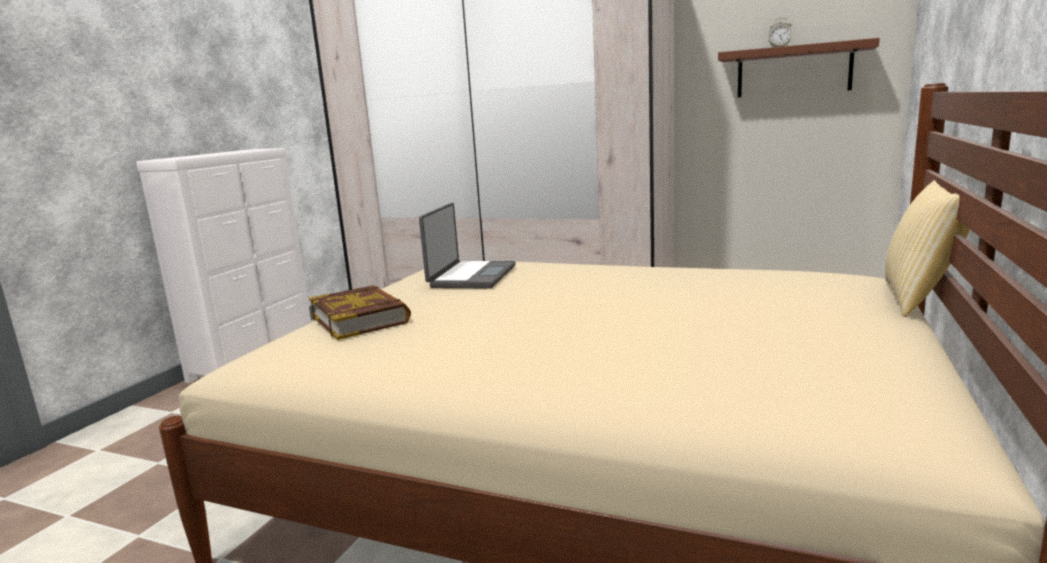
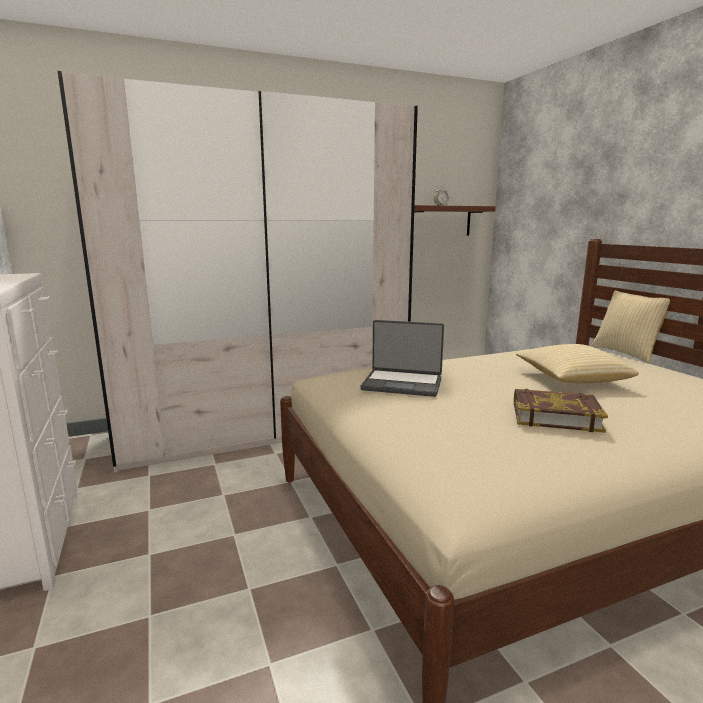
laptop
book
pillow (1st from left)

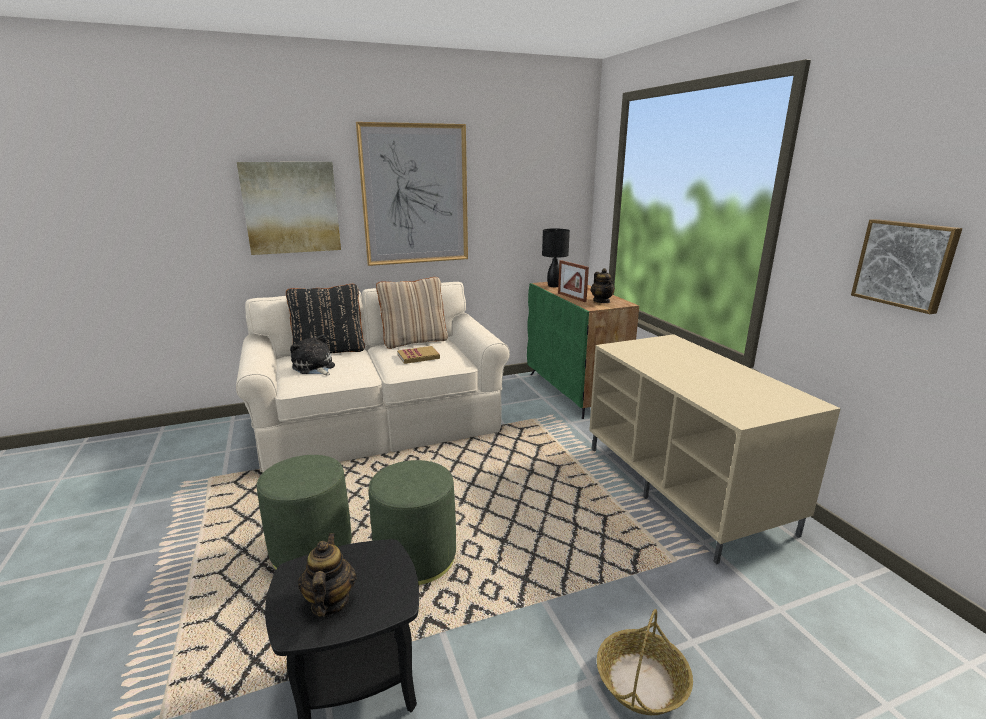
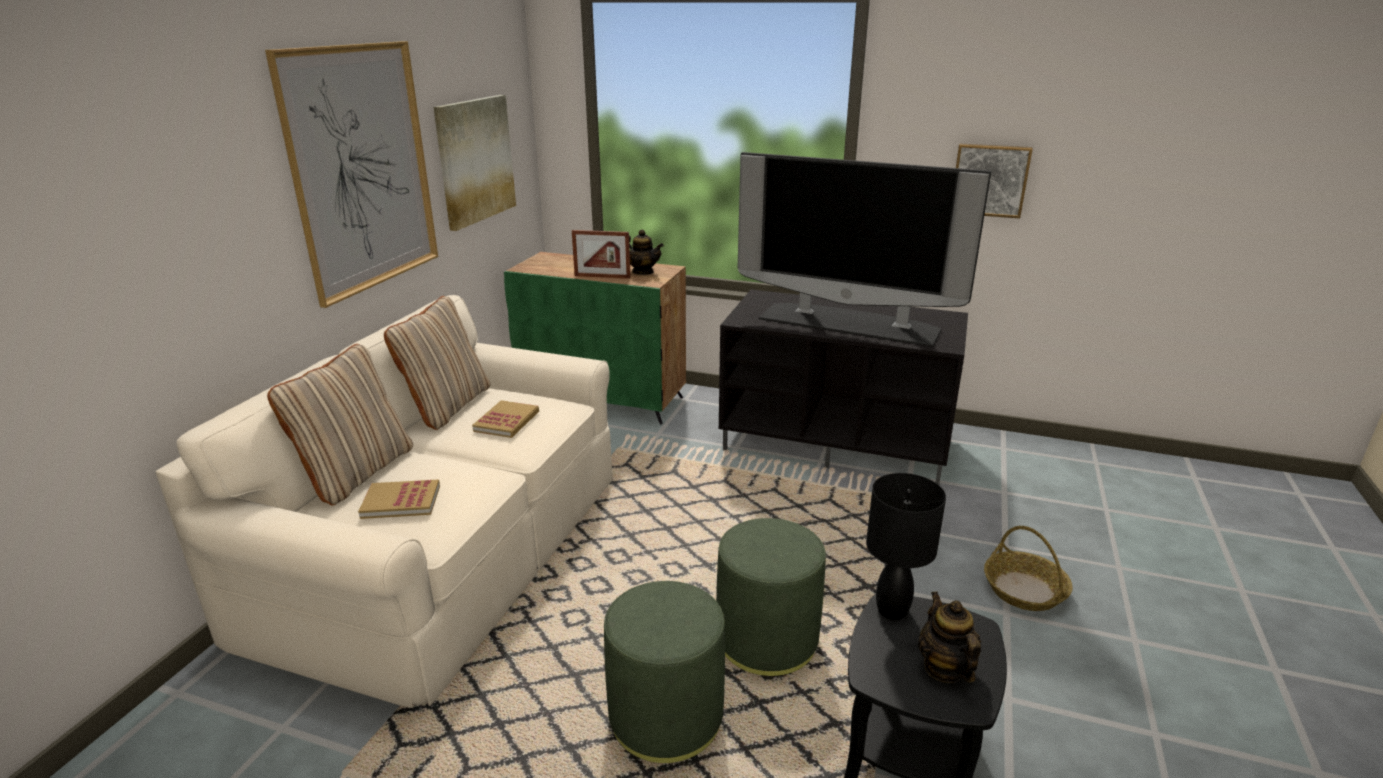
picture (2nd from left)
black table lamp
beige pillow (1st from left)
book (1st from left)
black tv stand
teapot (2nd from left)
television

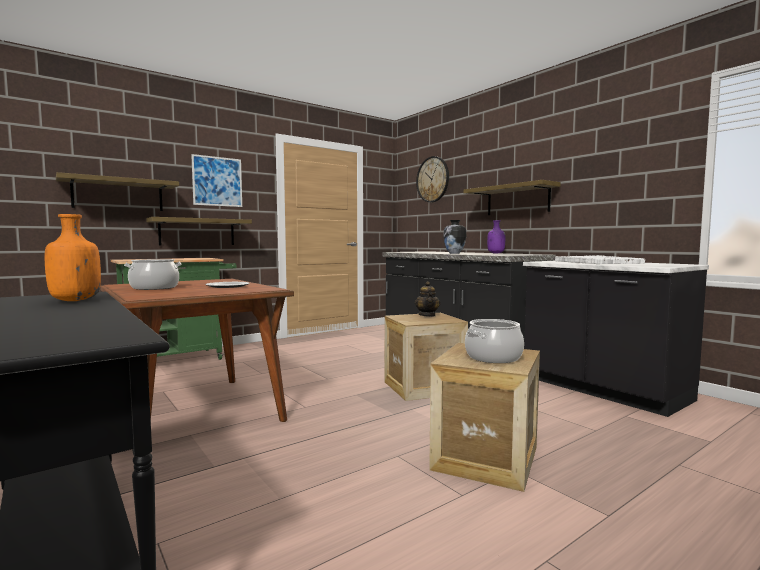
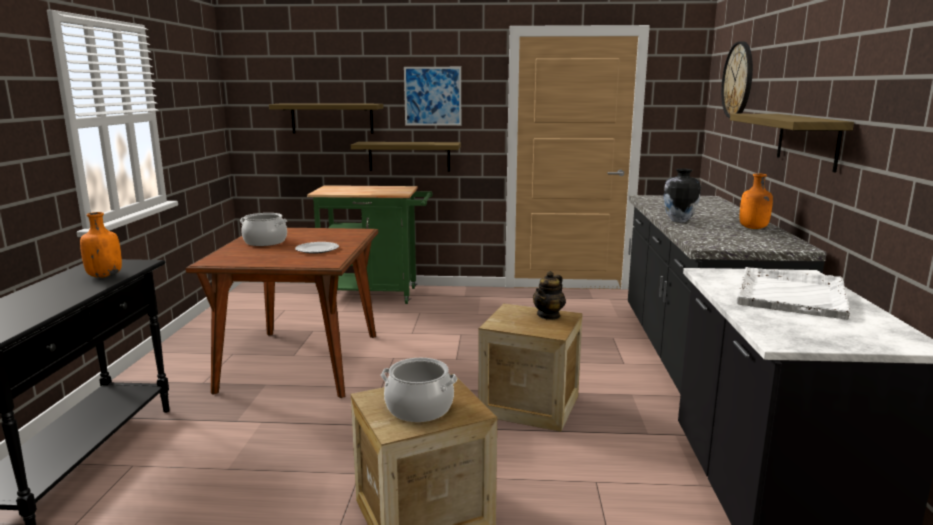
orange bottle (2nd from left)

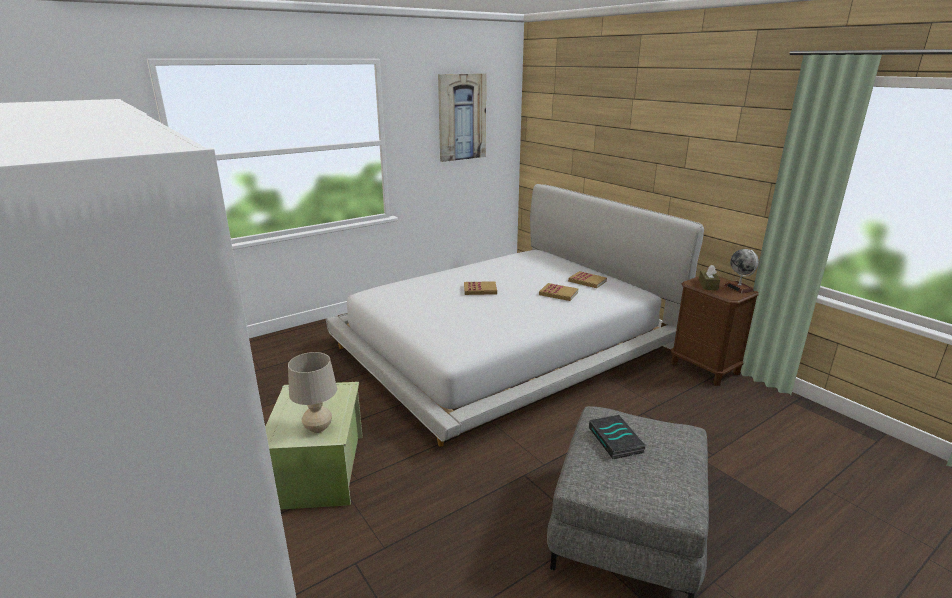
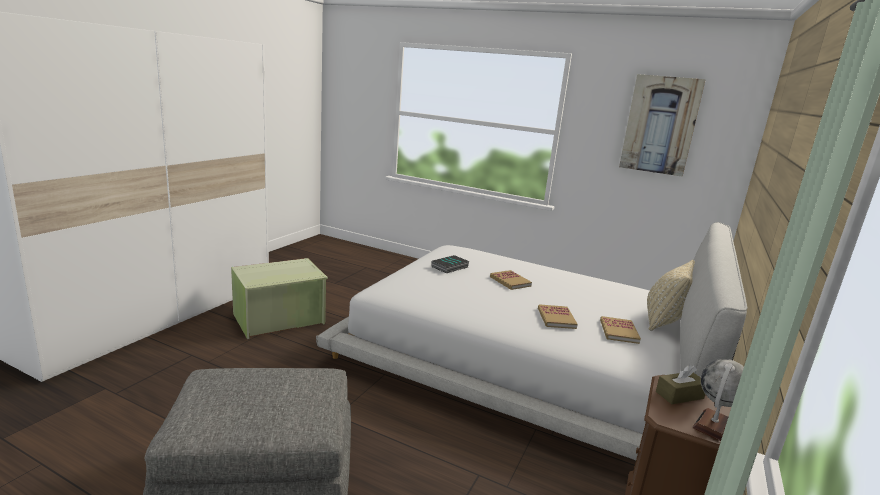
beige table lamp
book (1st from left)
beige pillow

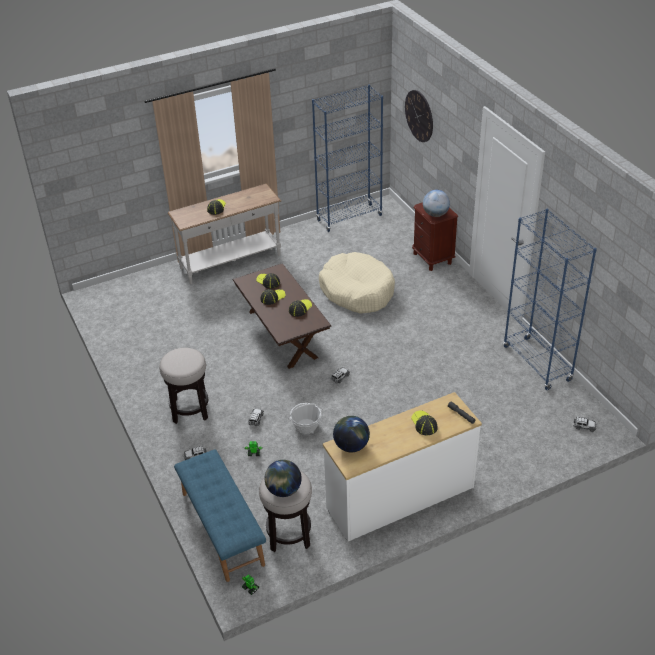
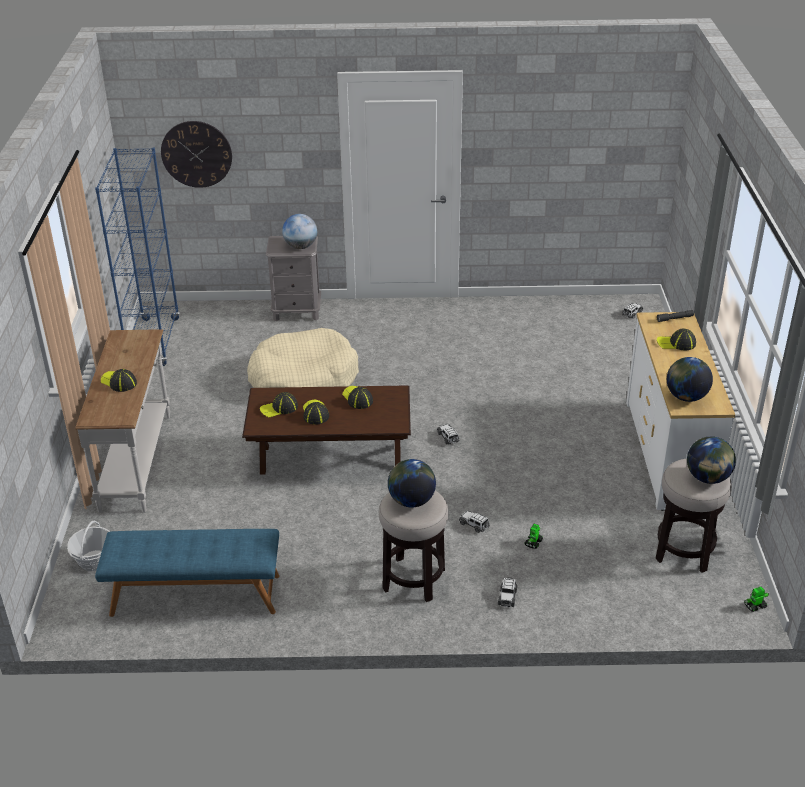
grey nightstand
blue bookcase (2nd from left in the first image)
basket
blue bench
globe (2nd from left)

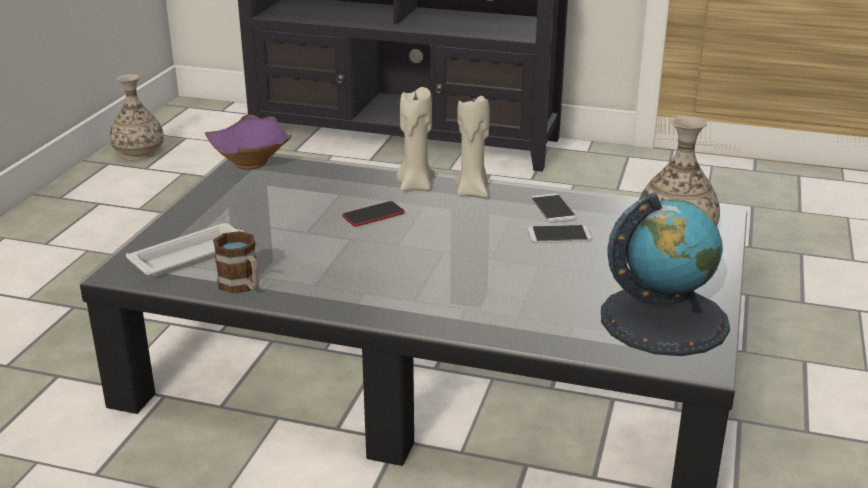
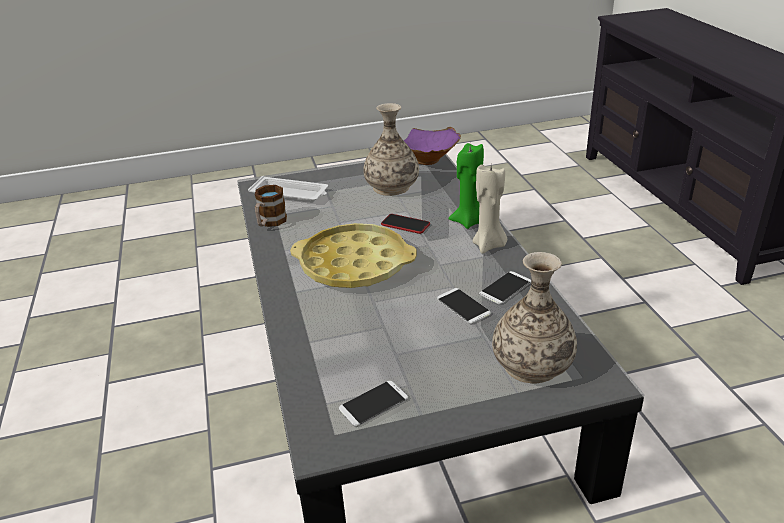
vase (1st from left)
green candle
phone (1st from left)
yellow tray

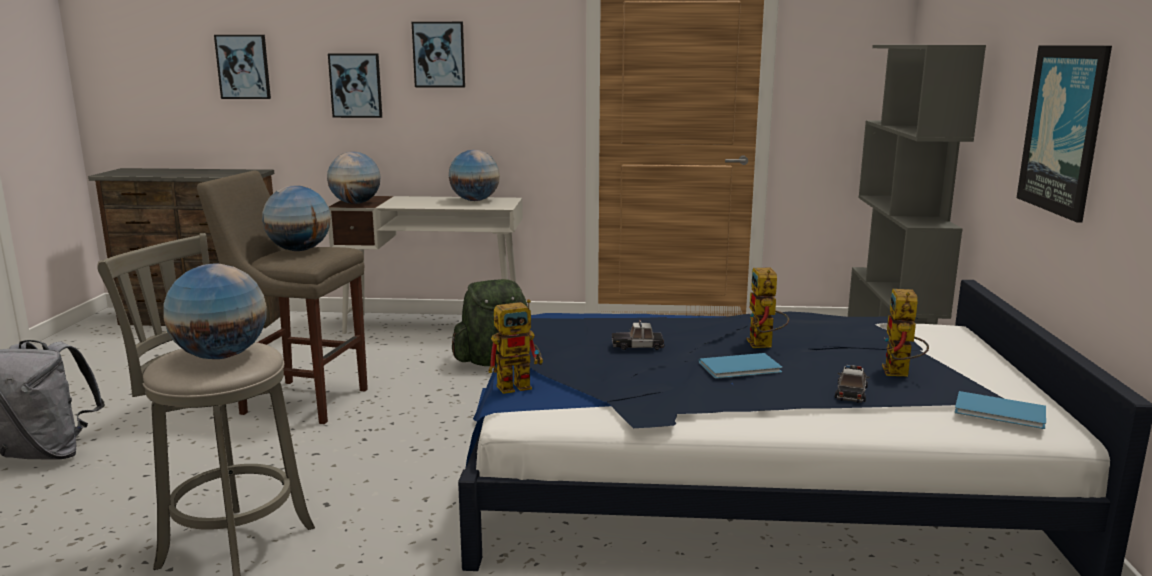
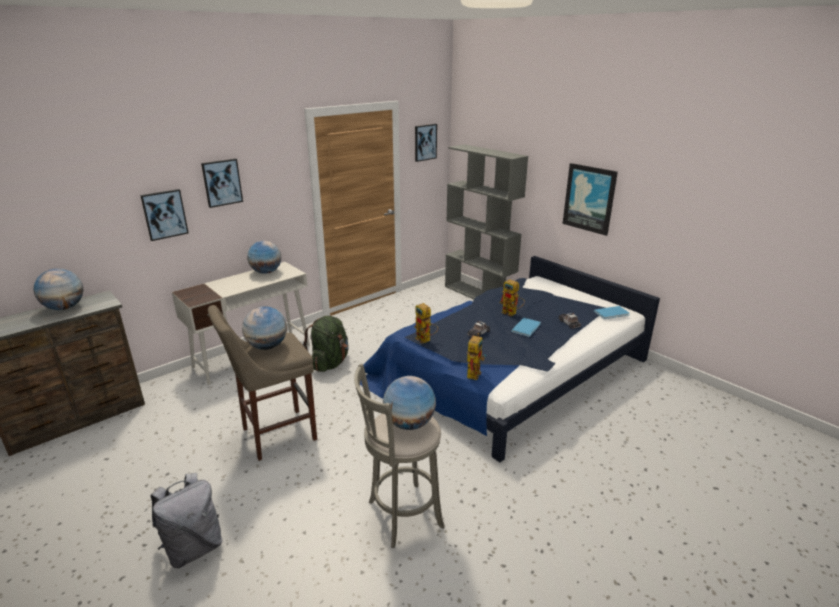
picture (3rd from left)
globe (1st from left)
toy robot (1st from left)

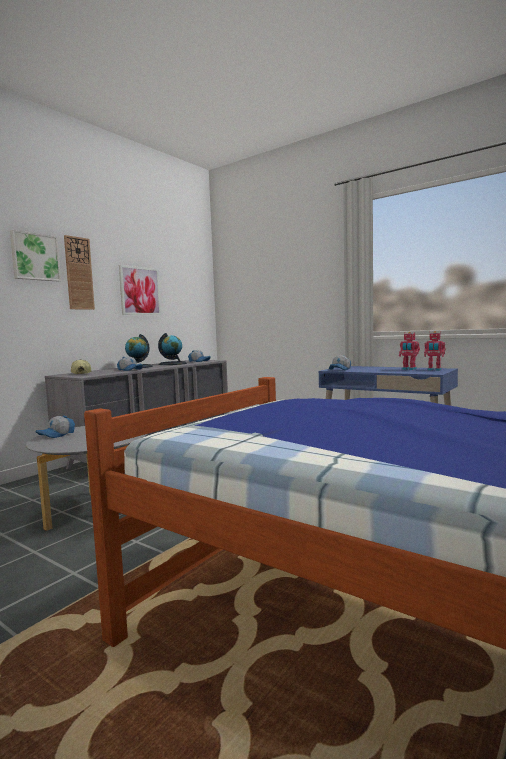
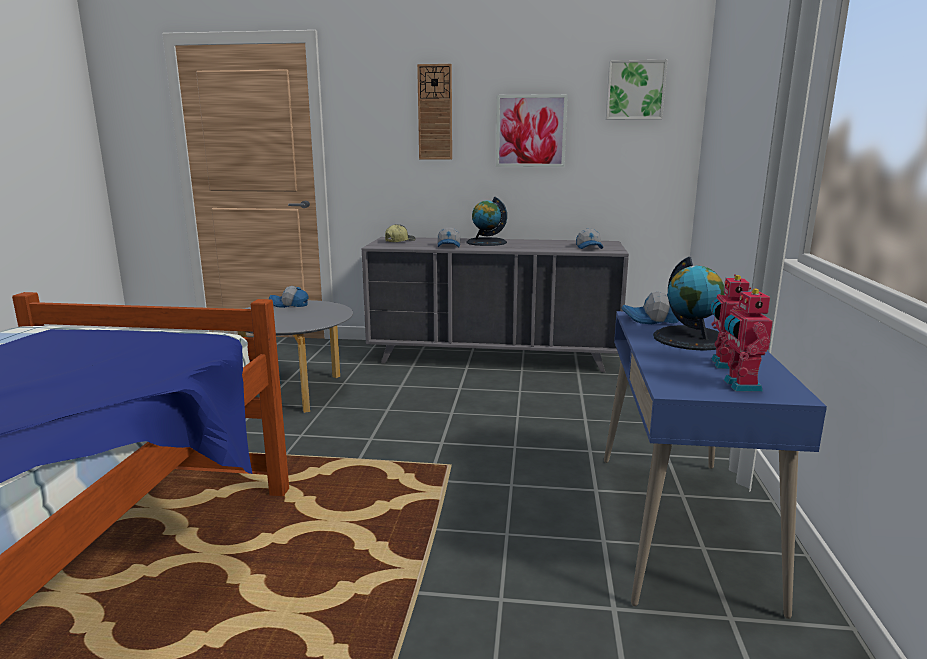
picture (2nd from left)
globe (2nd from left)

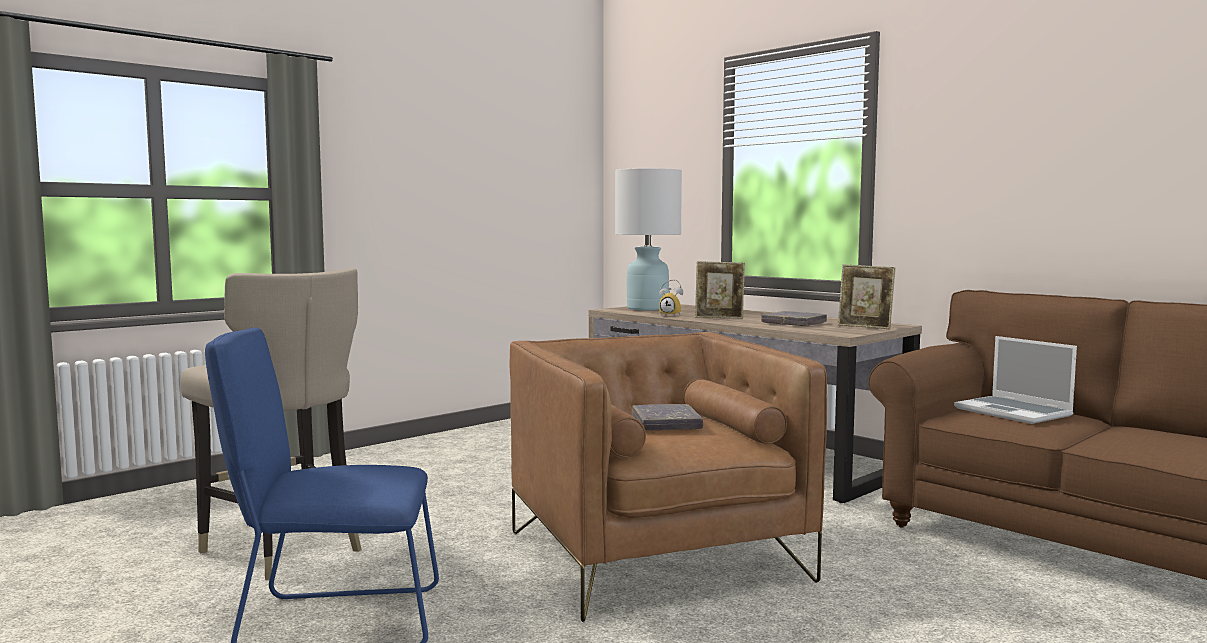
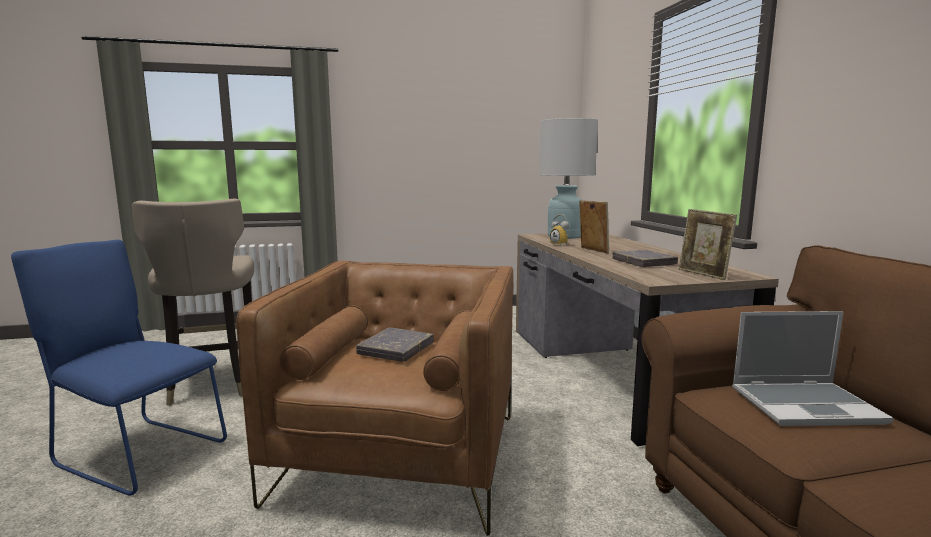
picture frame (1st from left)
laptop

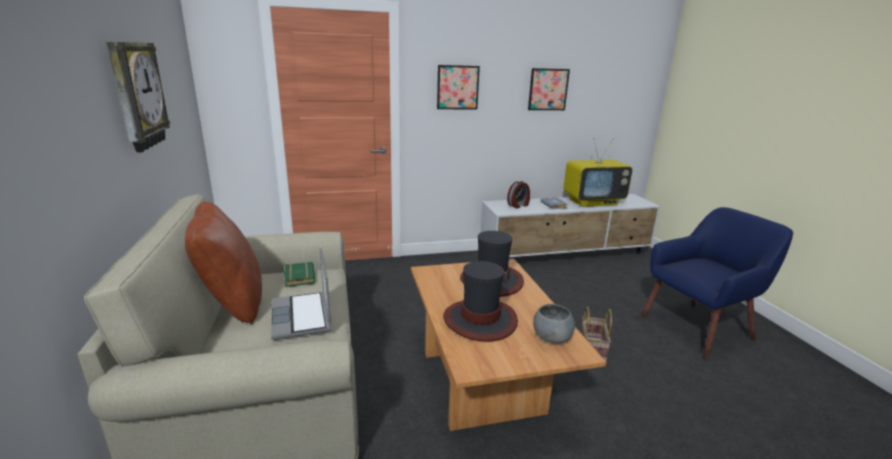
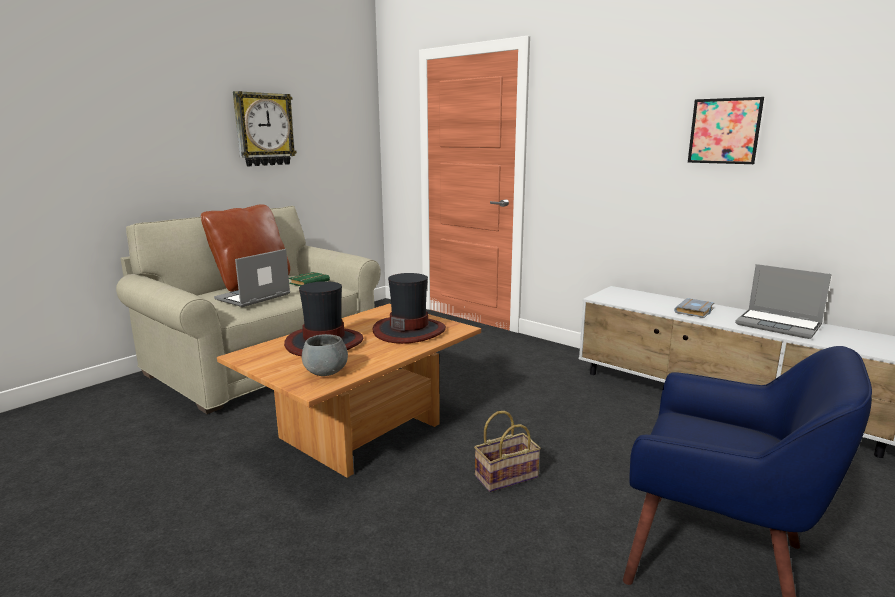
picture (1st from left in the first image)
laptop (2nd from left)
alarm clock

